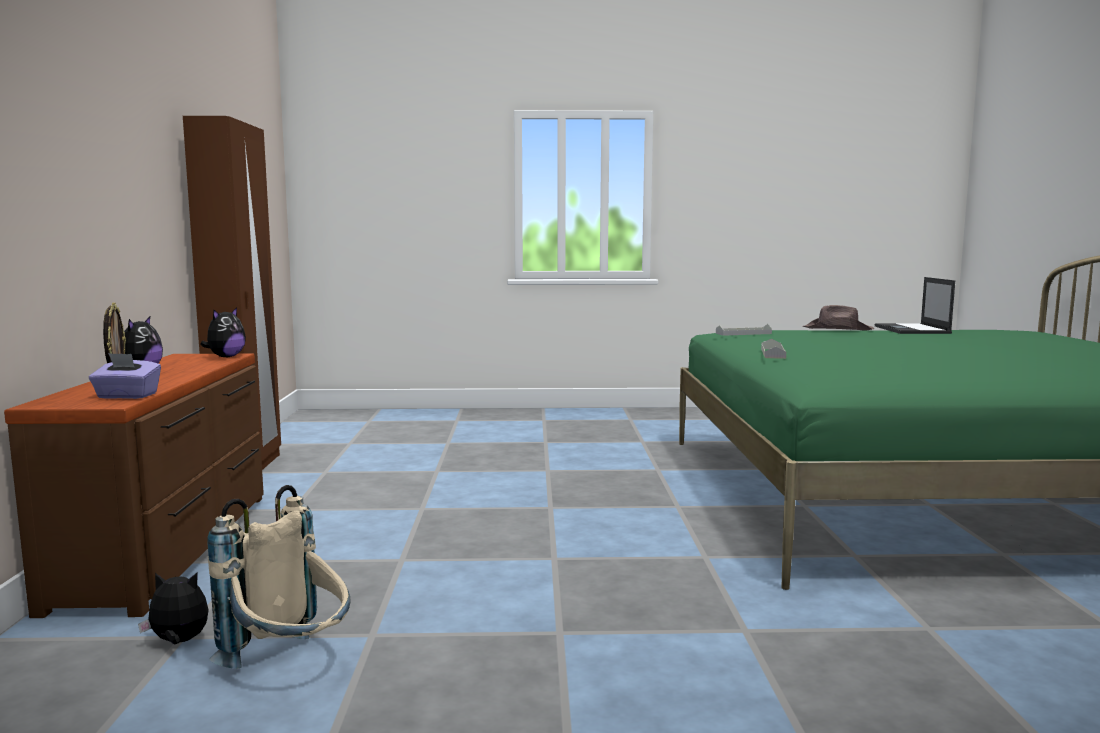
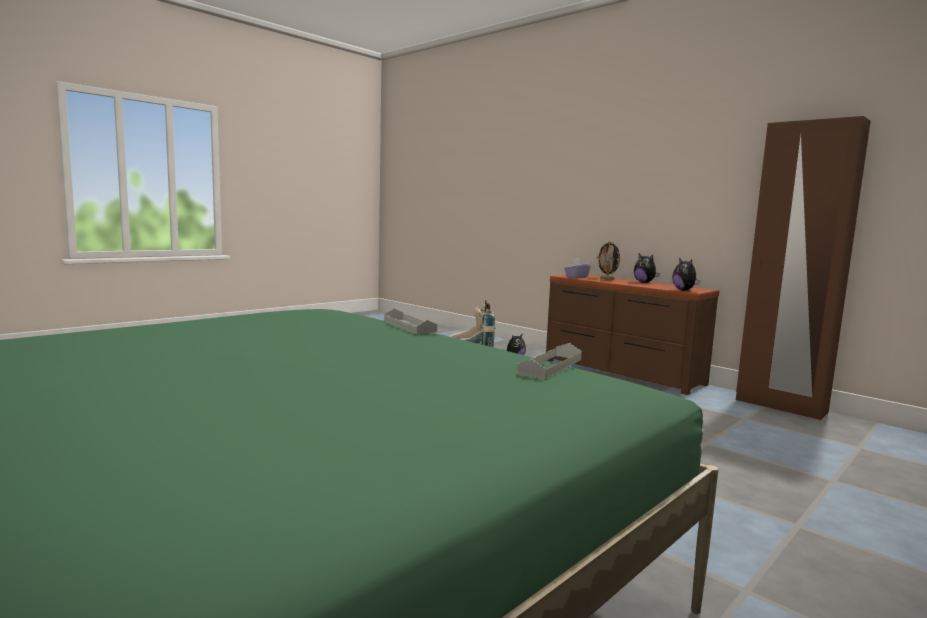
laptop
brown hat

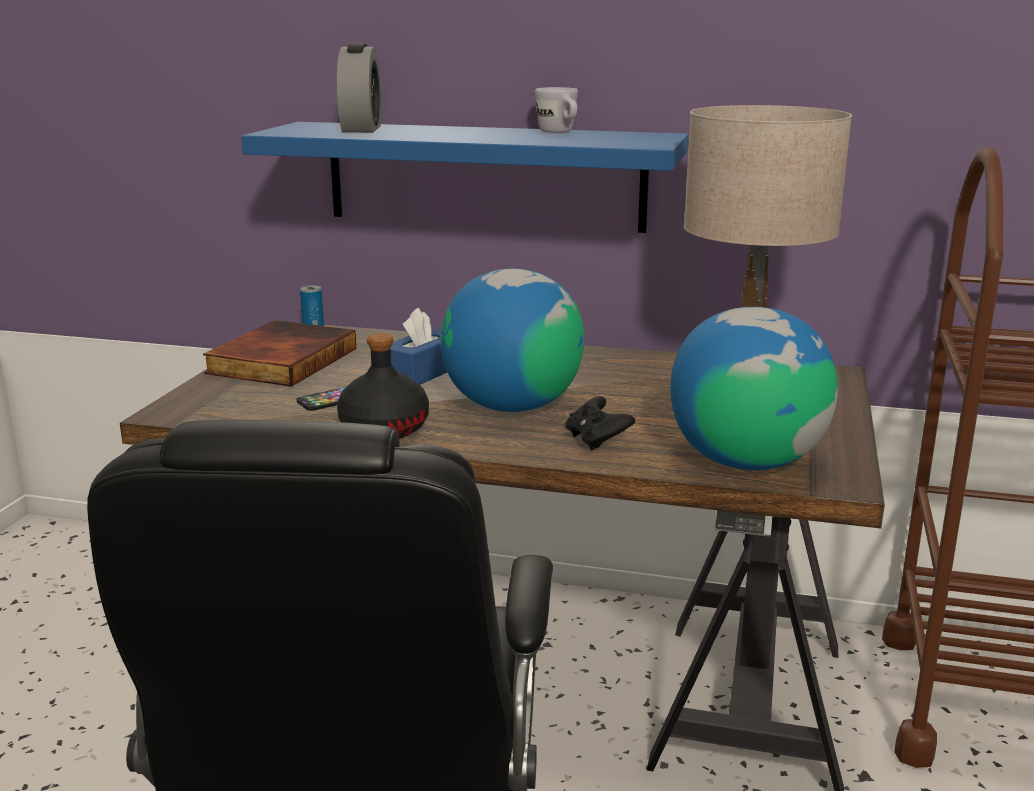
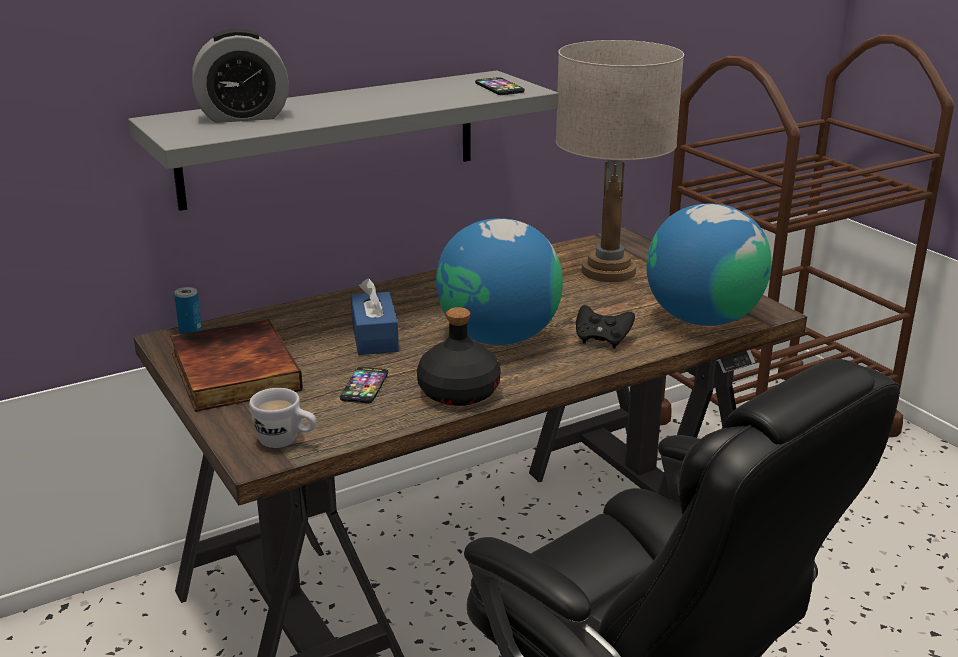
alarm clock
white mug
grey shelf
phone (2nd from left)

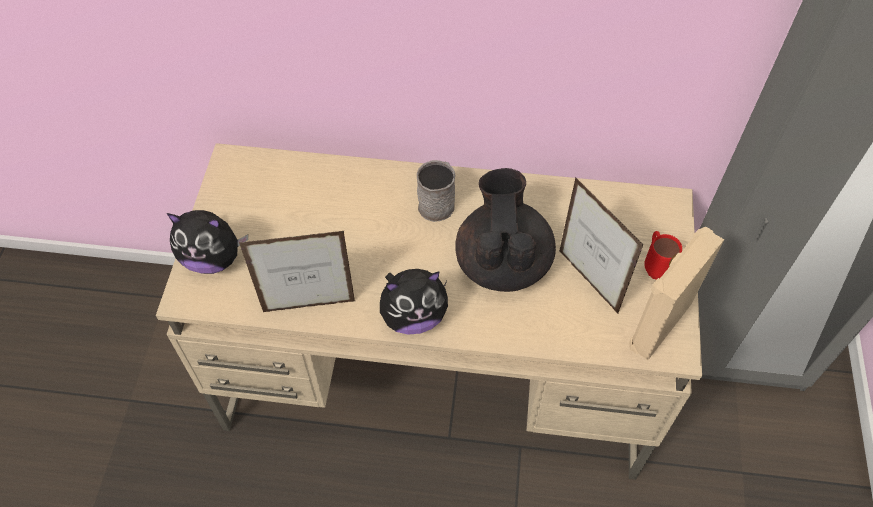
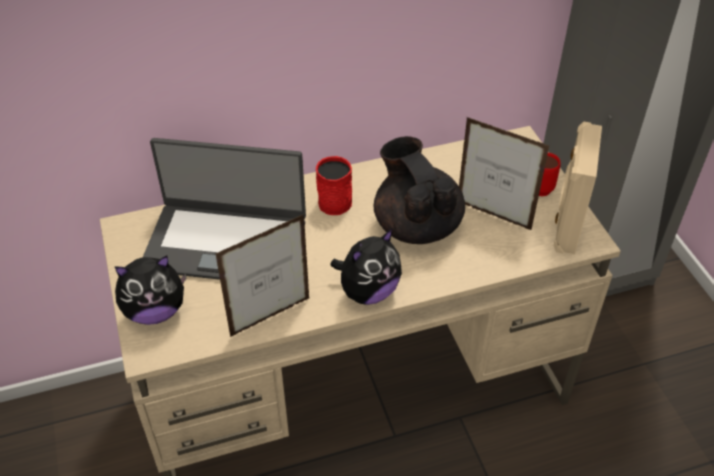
red mug (1st from left)
laptop

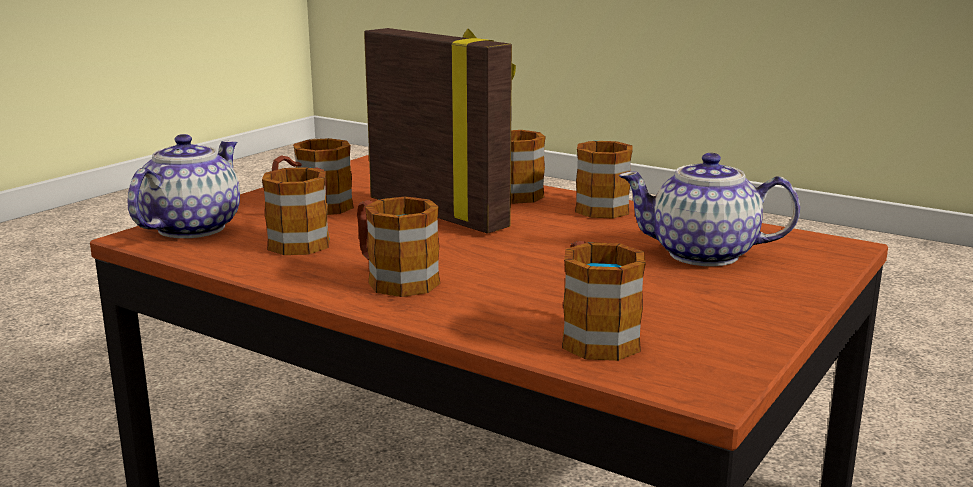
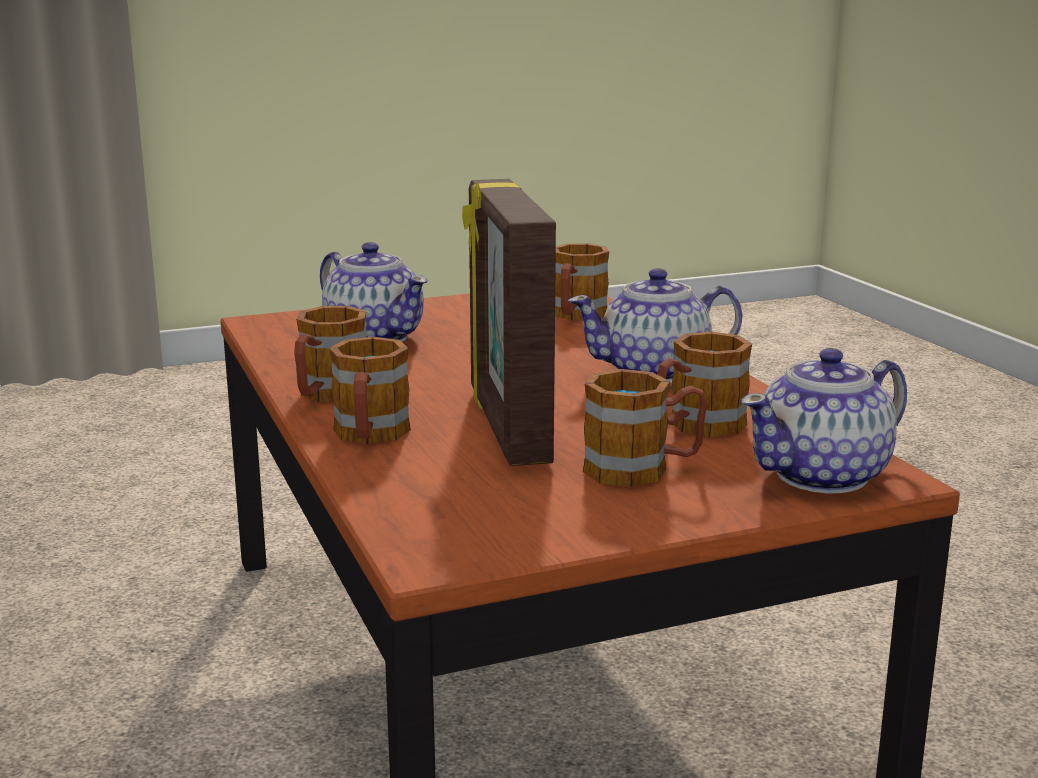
teapot (2nd from left)

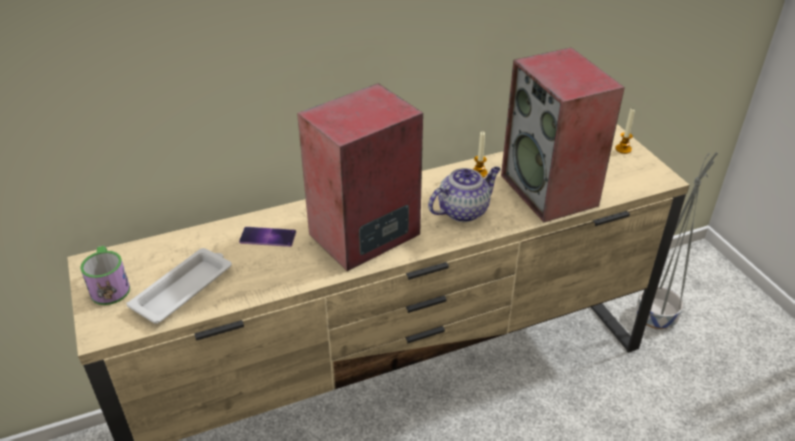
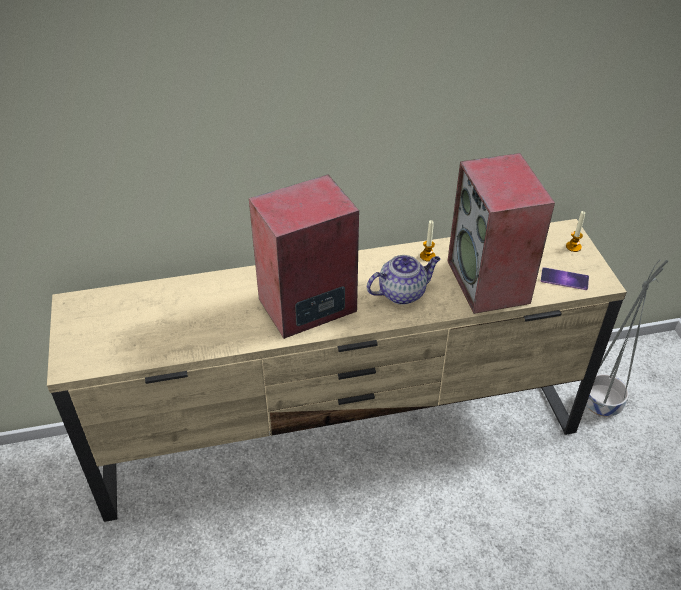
phone
mug
white tray

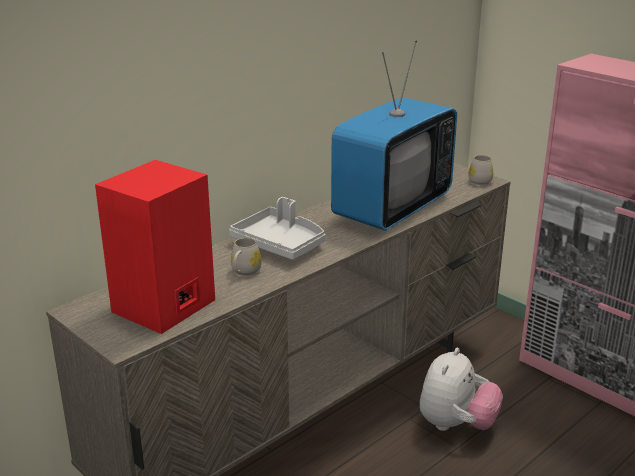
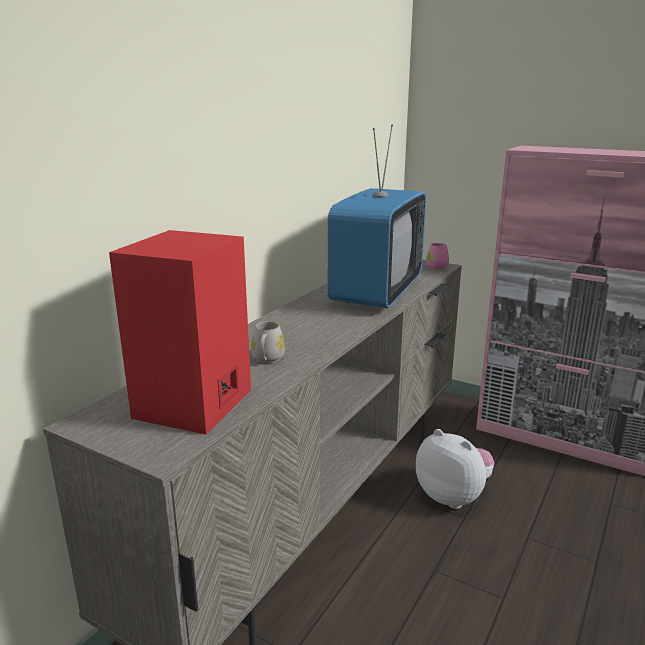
pink mug
grey tray
plush toy

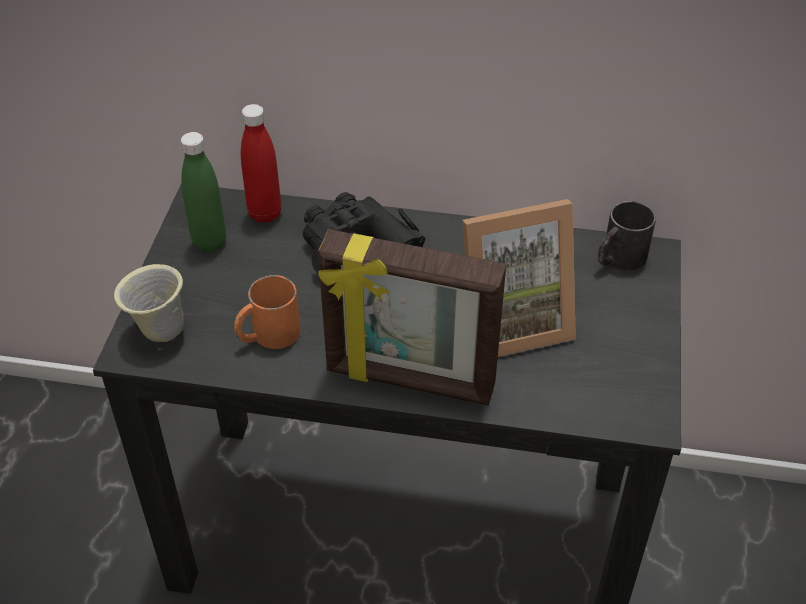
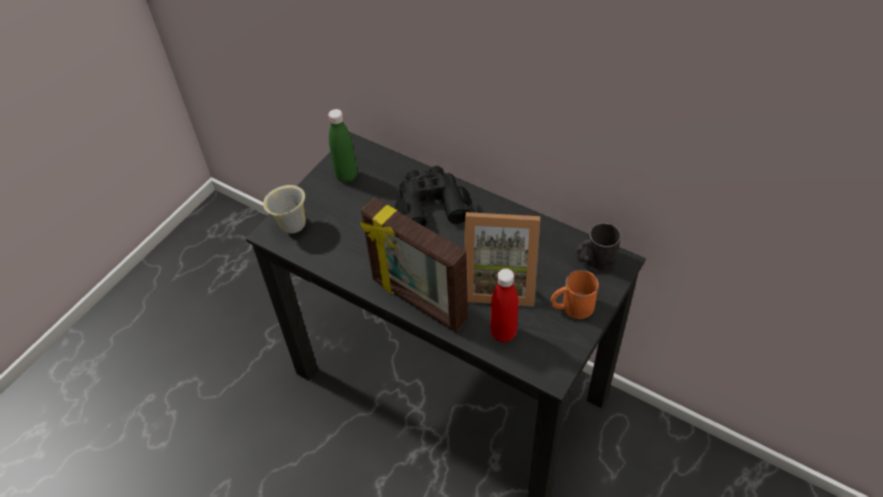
red bottle
orange mug

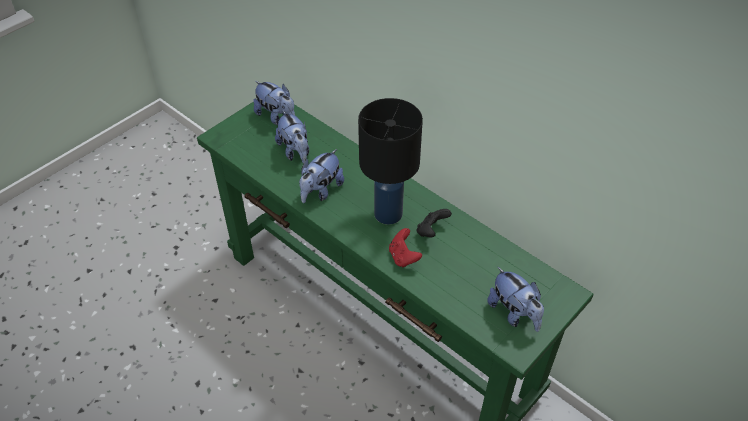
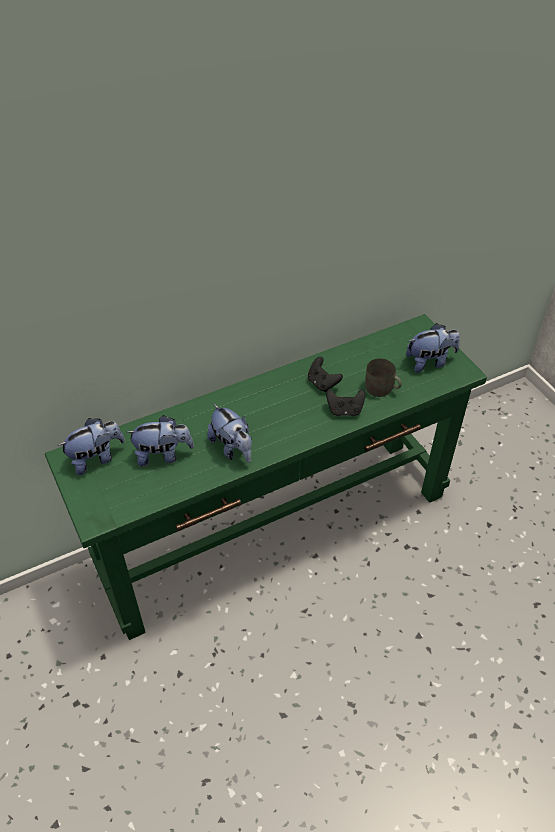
black table lamp
black game controller (2nd from left)
grey mug

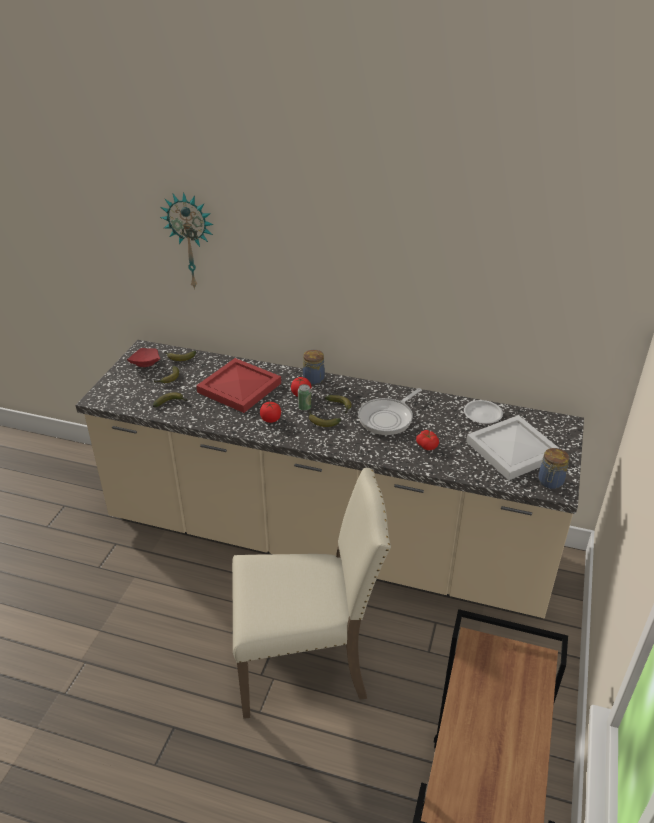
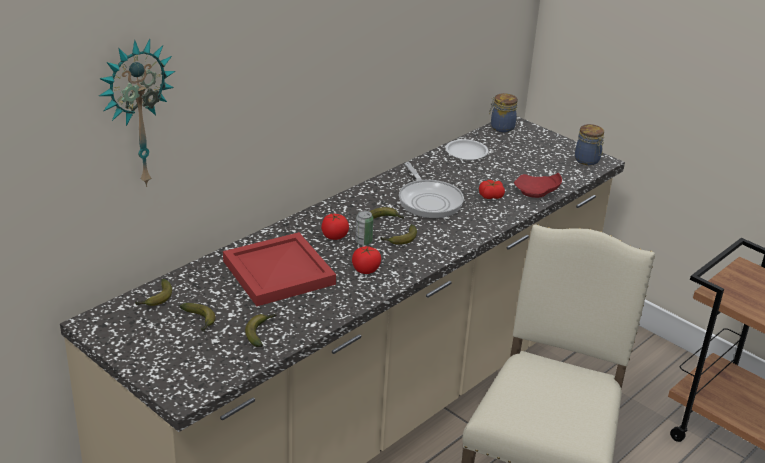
red plate
jar (1st from left)
white tray

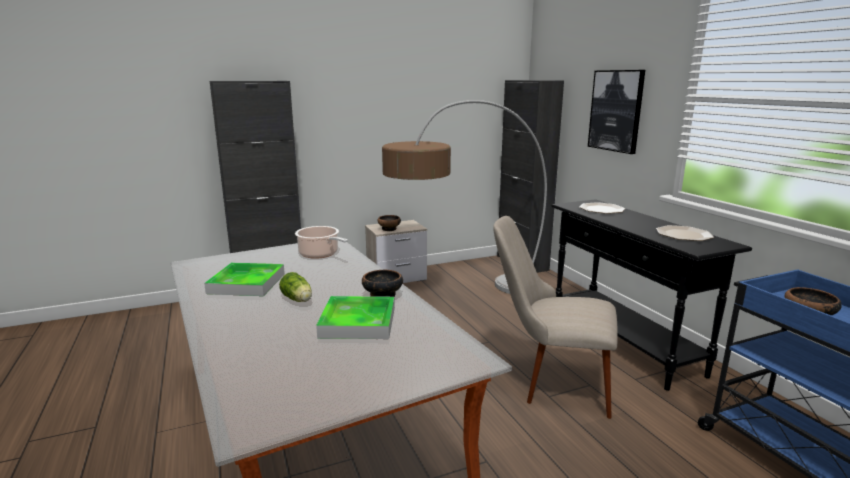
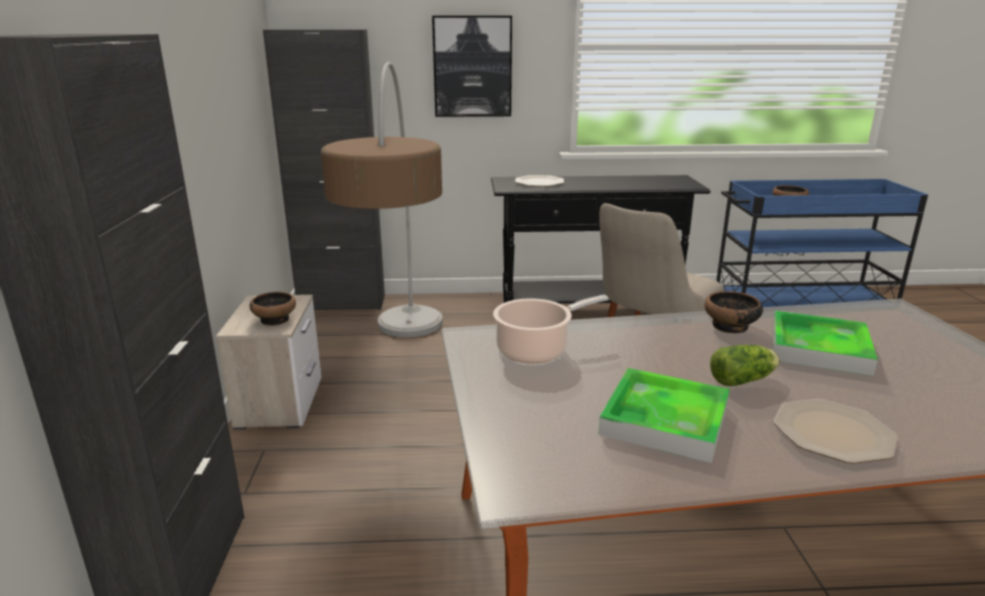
plate (2nd from left)

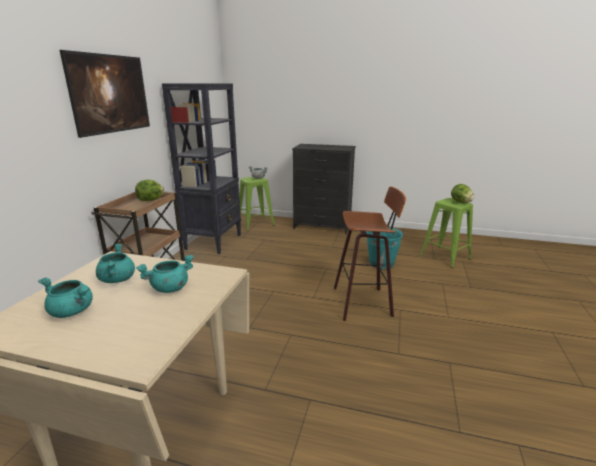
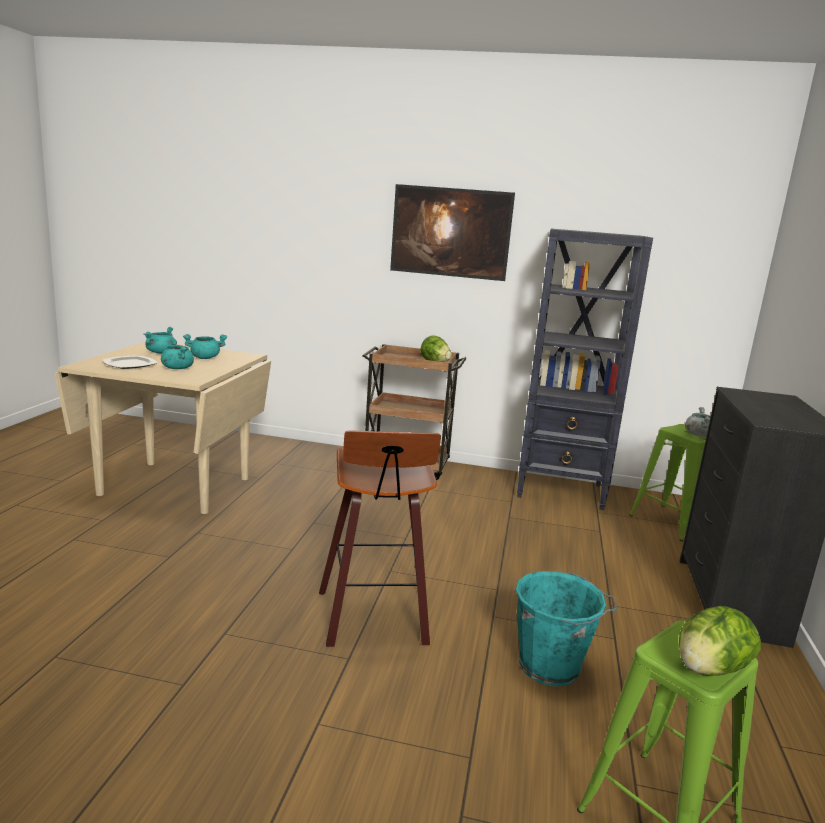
plate

